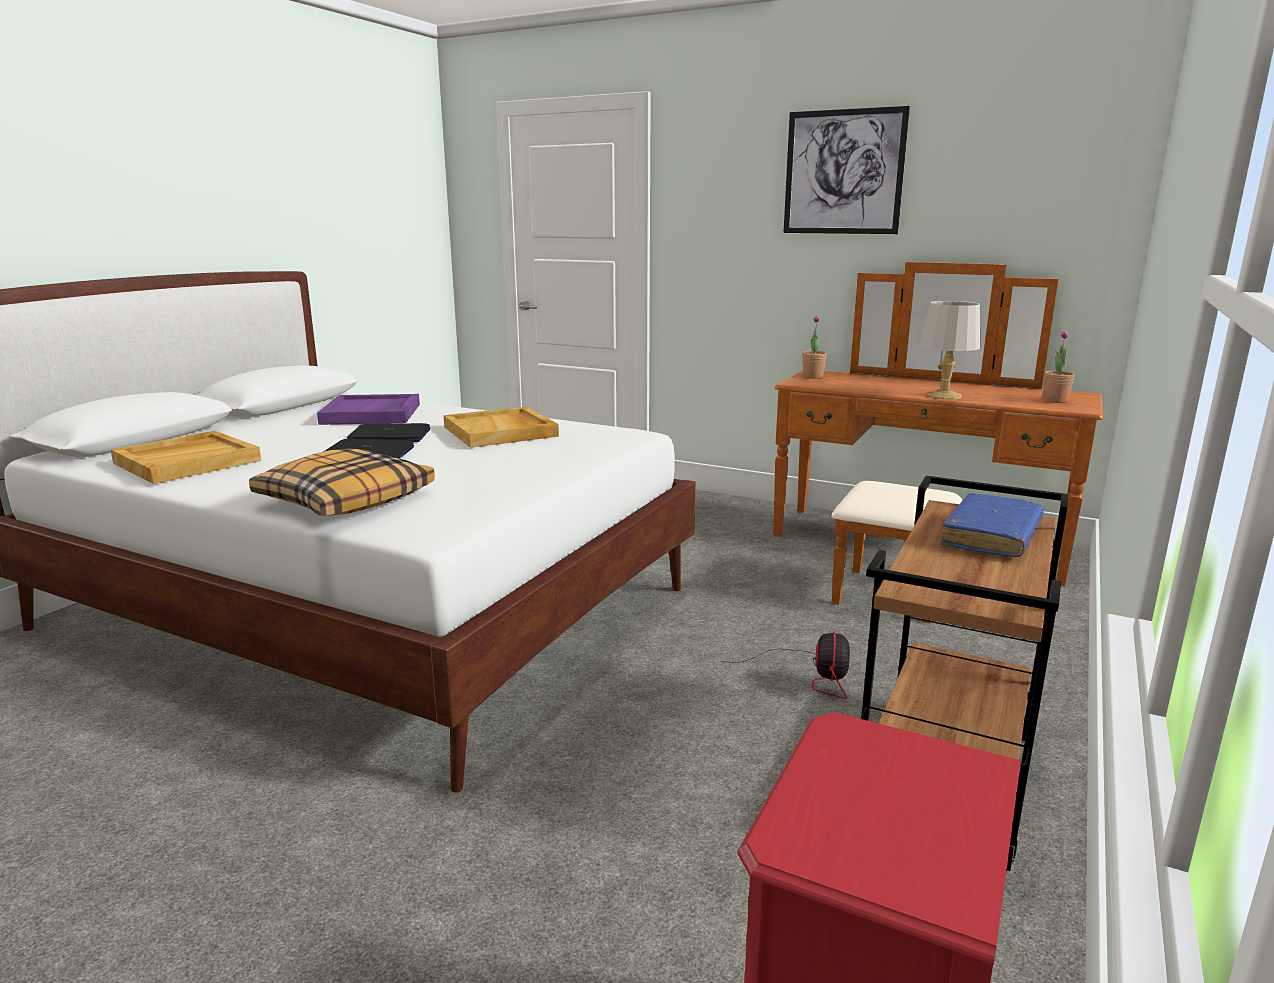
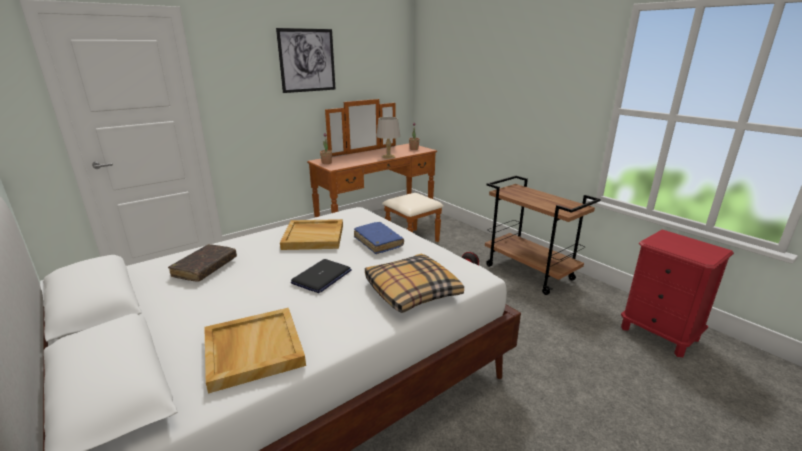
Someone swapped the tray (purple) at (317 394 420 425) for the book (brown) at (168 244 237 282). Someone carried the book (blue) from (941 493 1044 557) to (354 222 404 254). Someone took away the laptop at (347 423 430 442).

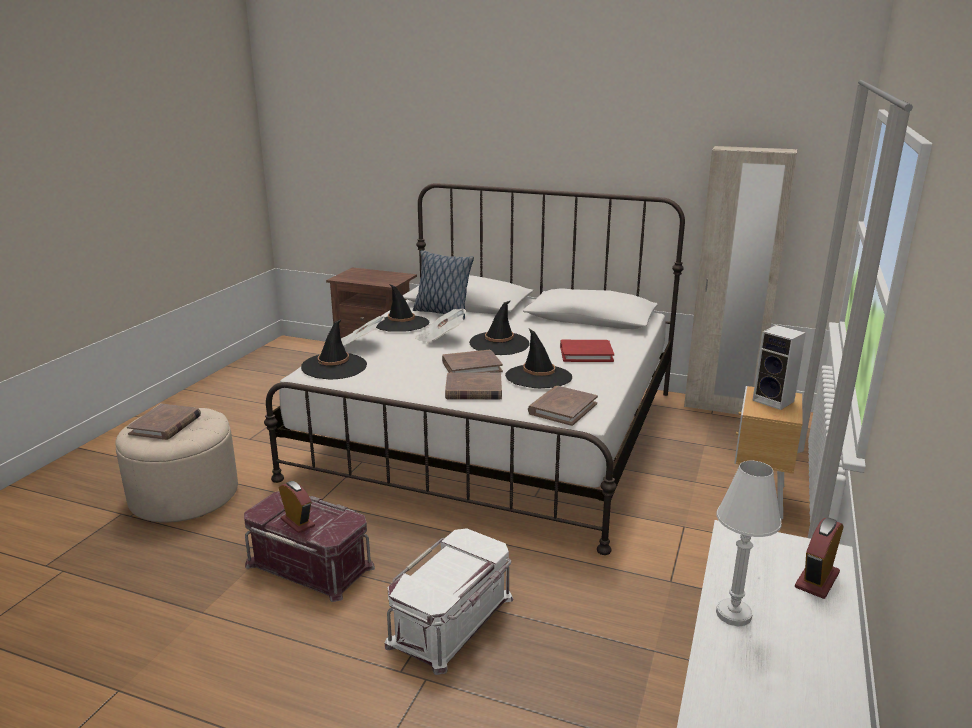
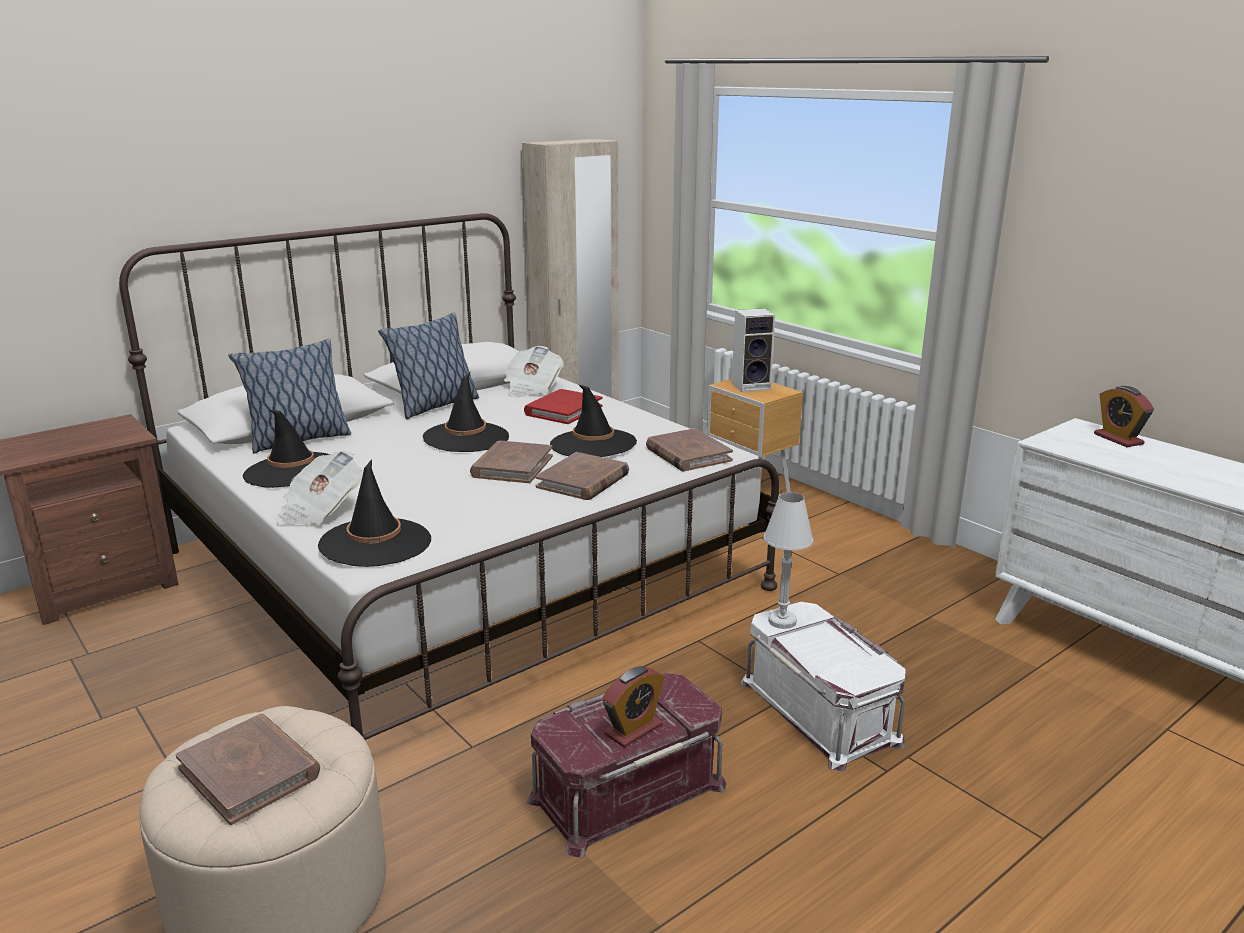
Someone put down the pillow at (378 313 479 419). Someone carried the newspaper from (415 309 466 344) to (504 346 564 397). Someone rotated the alarm clock at (279 481 315 533) by 150 degrees clockwise. Someone carried the table lamp (white) from (716 461 782 627) to (763 492 813 629).

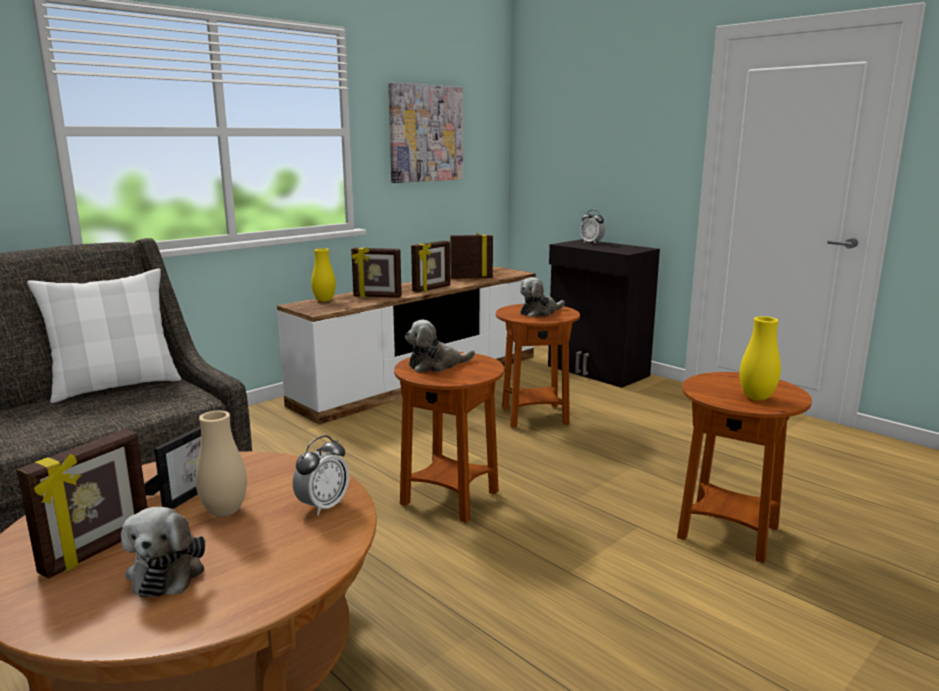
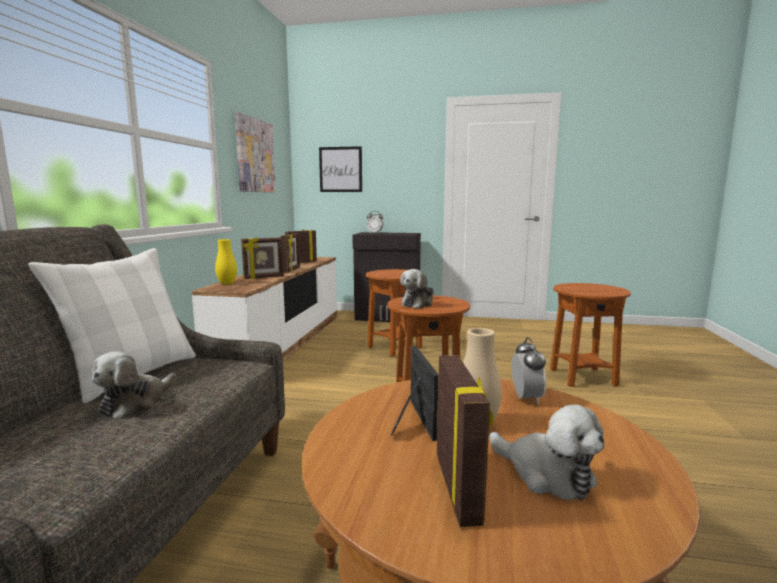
Someone carried the plush toy from (520 277 565 317) to (92 351 176 419). Someone put up the picture at (319 146 362 192). Someone took away the vase (yellow) at (739 316 781 400).

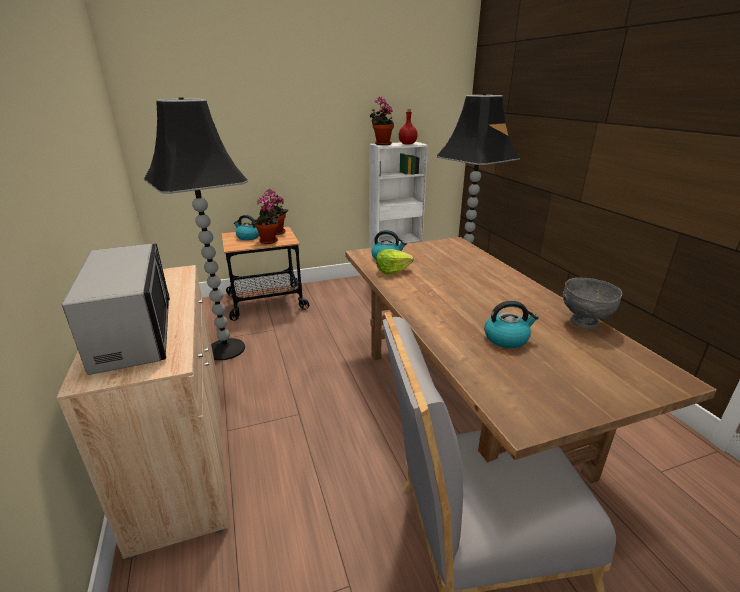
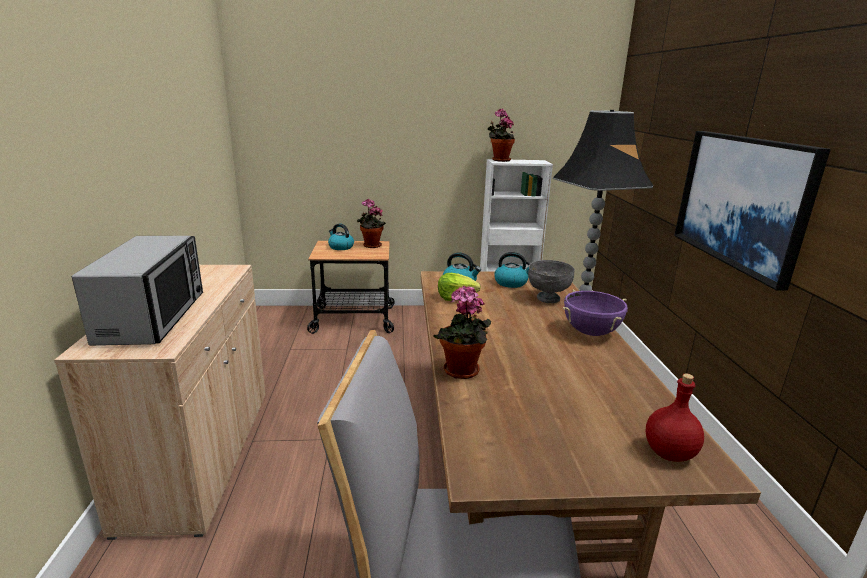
Someone carried the potted plant from (251 196 280 244) to (433 285 491 379). Someone carried the kettle from (484 301 539 348) to (494 252 530 288). Someone carried the bowl (grey) from (563 278 622 330) to (528 260 575 303). Someone put down the cooking pot (purple) at (563 290 628 336). Someone carried the bottle (red) from (399 109 418 145) to (646 373 704 462). Someone put up the picture at (674 131 831 291). Someone took away the floor lamp (black) at (144 98 248 360).

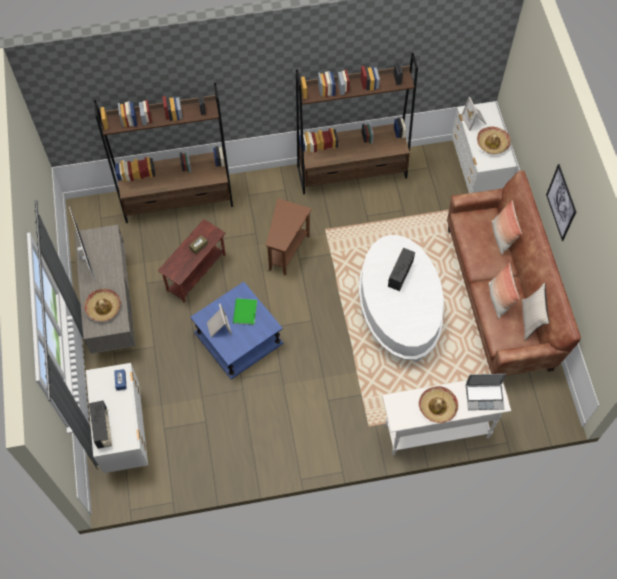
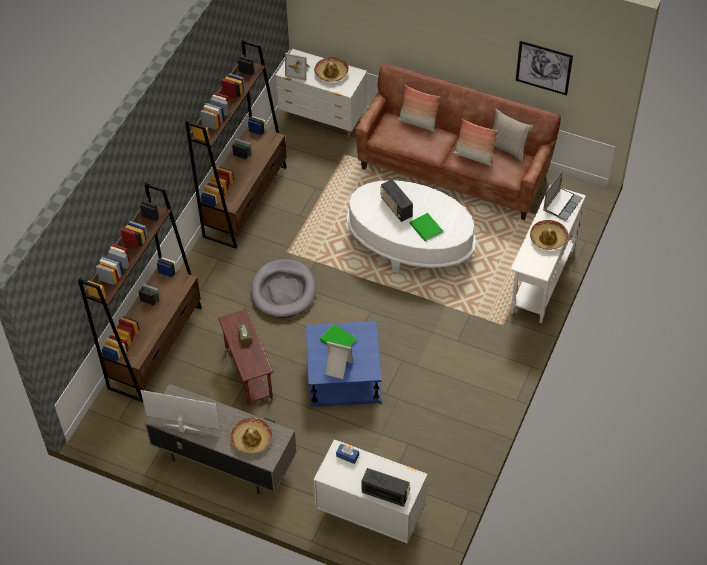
Someone swapped the side table (brown) at (266 198 312 276) for the dog bed (grey) at (251 259 316 318). Someone put down the book (green) at (410 213 443 241). Someone carried the picture from (546 164 577 241) to (516 40 573 95).

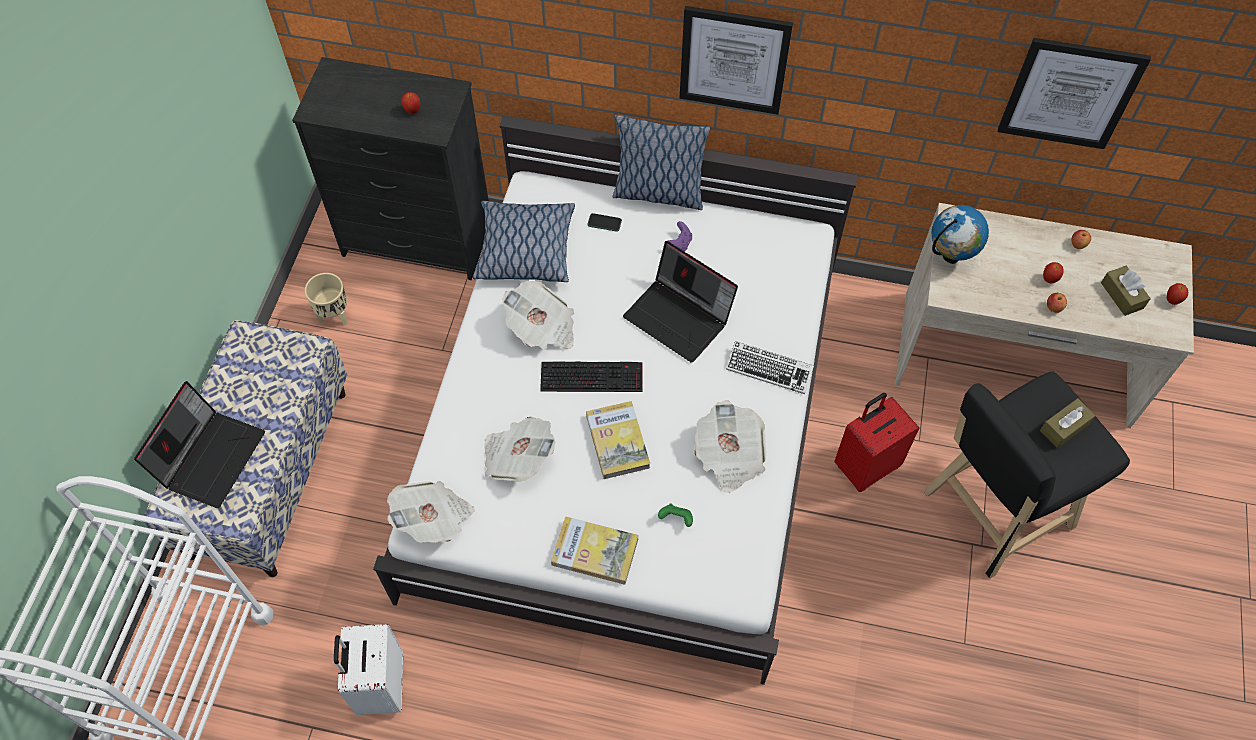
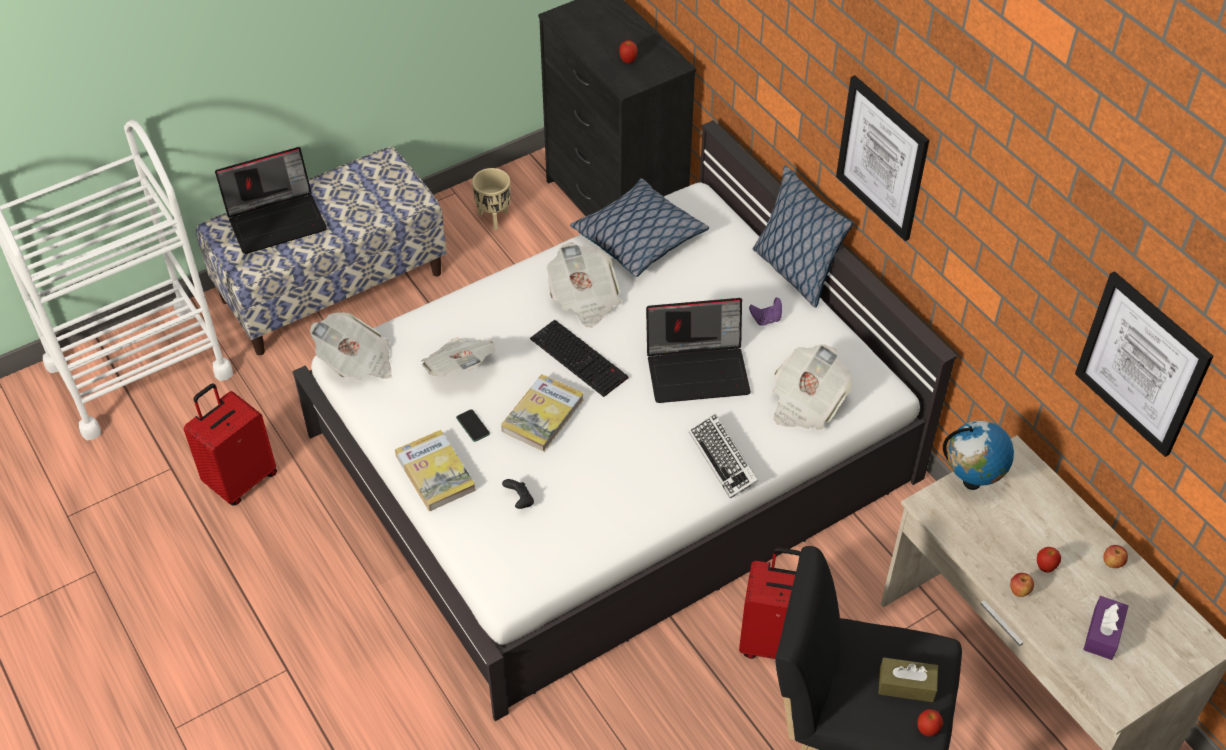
Someone repainted the suitcase (white) at (334 624 403 715), which became the suitcase (red) at (184 383 277 506). Someone carried the phone from (587 213 622 232) to (456 409 490 442). Someone repainted the game controller (green) at (658 503 693 527), which became the game controller (black) at (502 479 534 509). Someone rotated the laptop at (623 241 738 363) by 90 degrees counterclockwise. Someone carried the newspaper from (694 400 766 493) to (772 344 852 430). Someone carried the apple from (1167 283 1188 305) to (917 709 943 737). Someone repainted the tissue box (brown) at (1101 266 1151 316), which became the tissue box (purple) at (1083 596 1128 660).

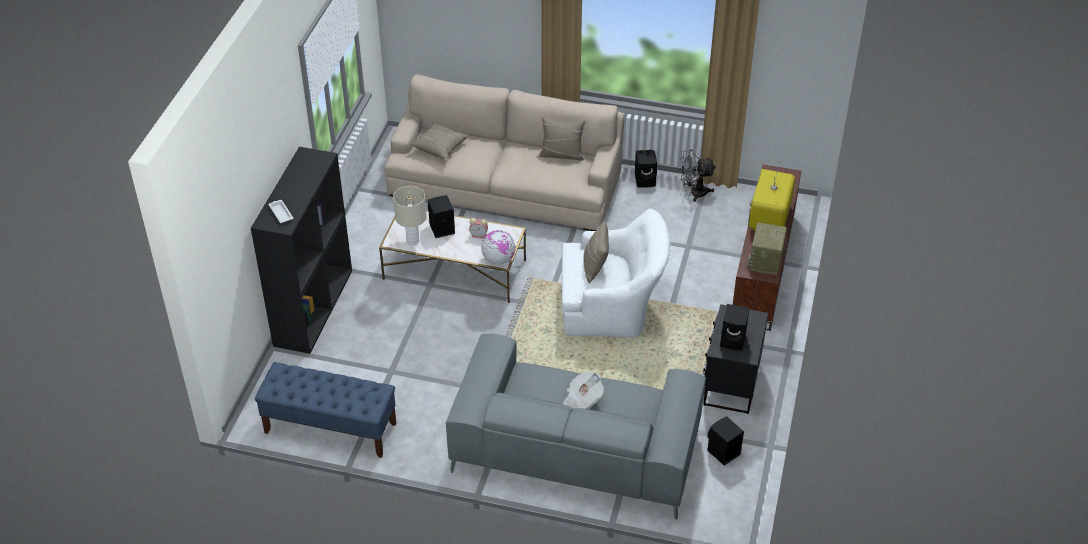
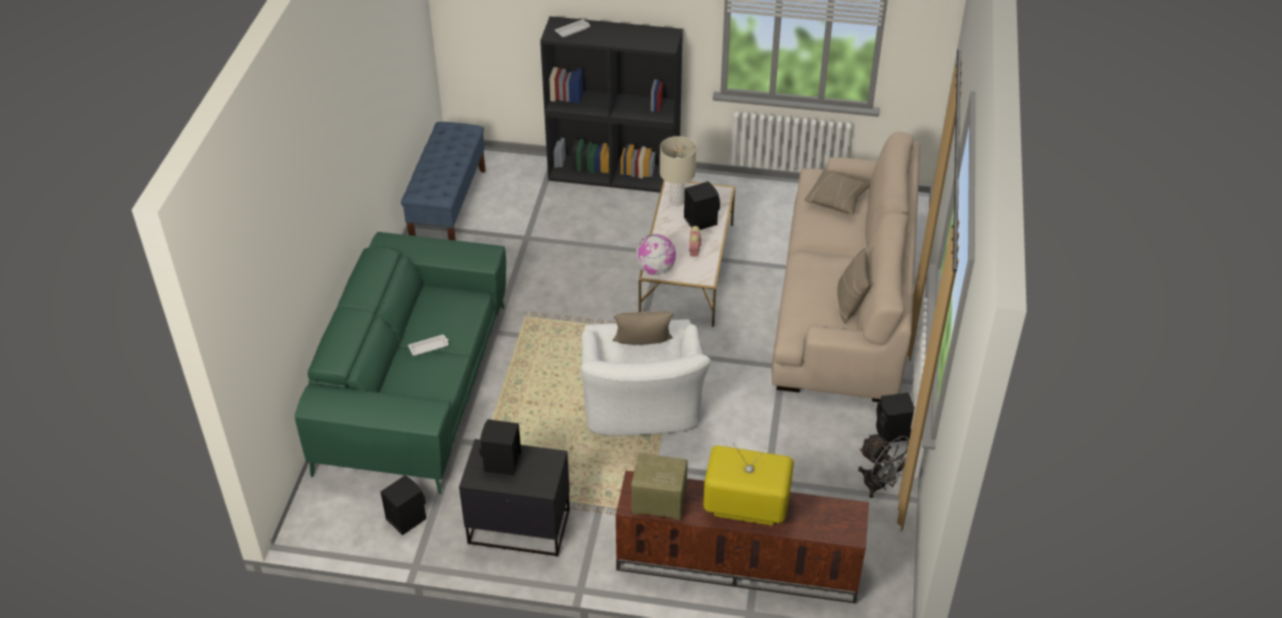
Someone repainted the sofa (grey) at (446 334 706 520), which became the sofa (green) at (295 232 506 494). Someone swapped the newspaper at (563 372 604 409) for the tray (white) at (408 335 449 356). Someone rotated the fan (grey) at (680 149 716 202) by 150 degrees clockwise.

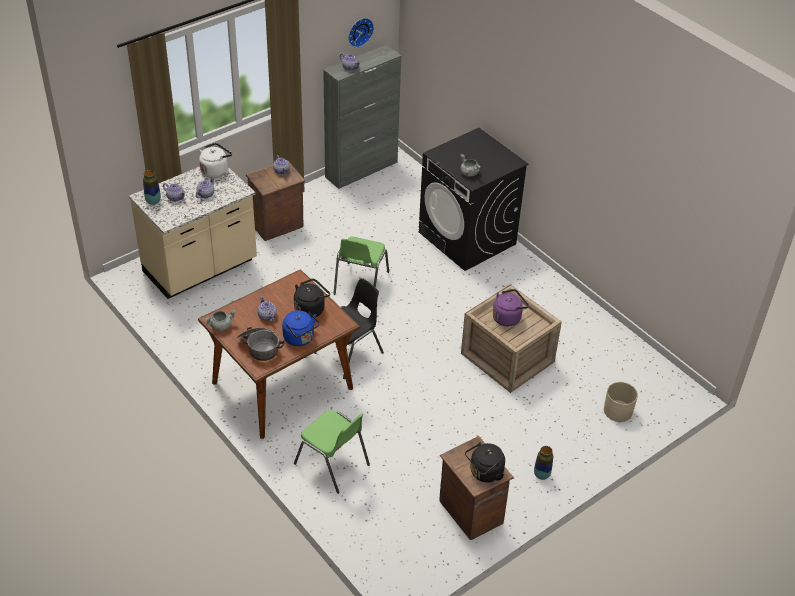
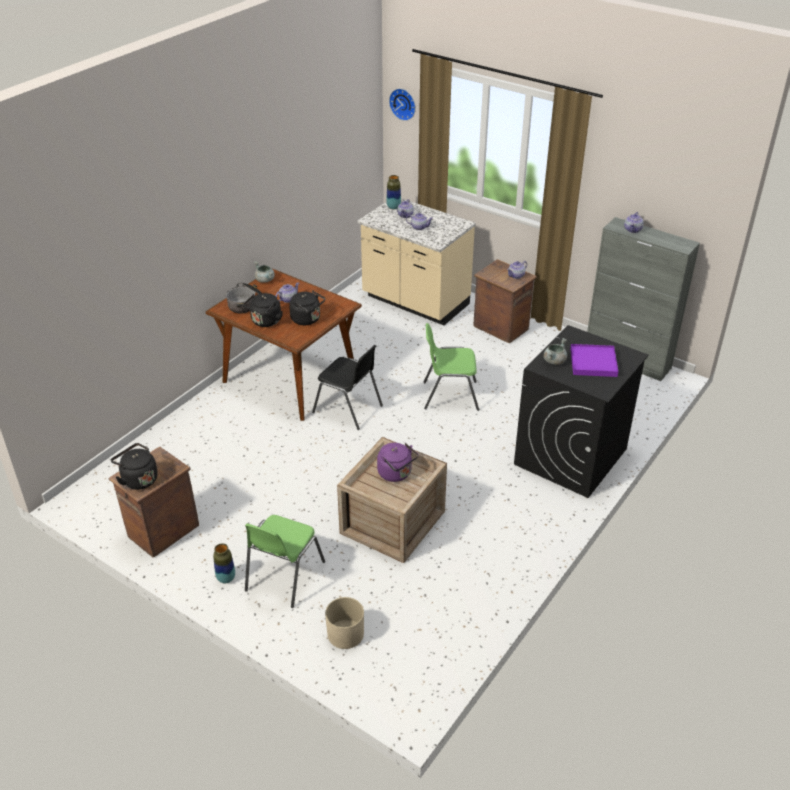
Someone repainted the kettle (blue) at (282 310 320 346), which became the kettle (black) at (244 293 283 327). Someone carried the chair (green) from (294 410 370 494) to (245 515 325 608). Someone carried the wall clock from (348 18 374 48) to (389 88 416 121). Someone put down the tray (purple) at (570 344 619 377). Someone took away the kettle (white) at (199 143 232 178).

